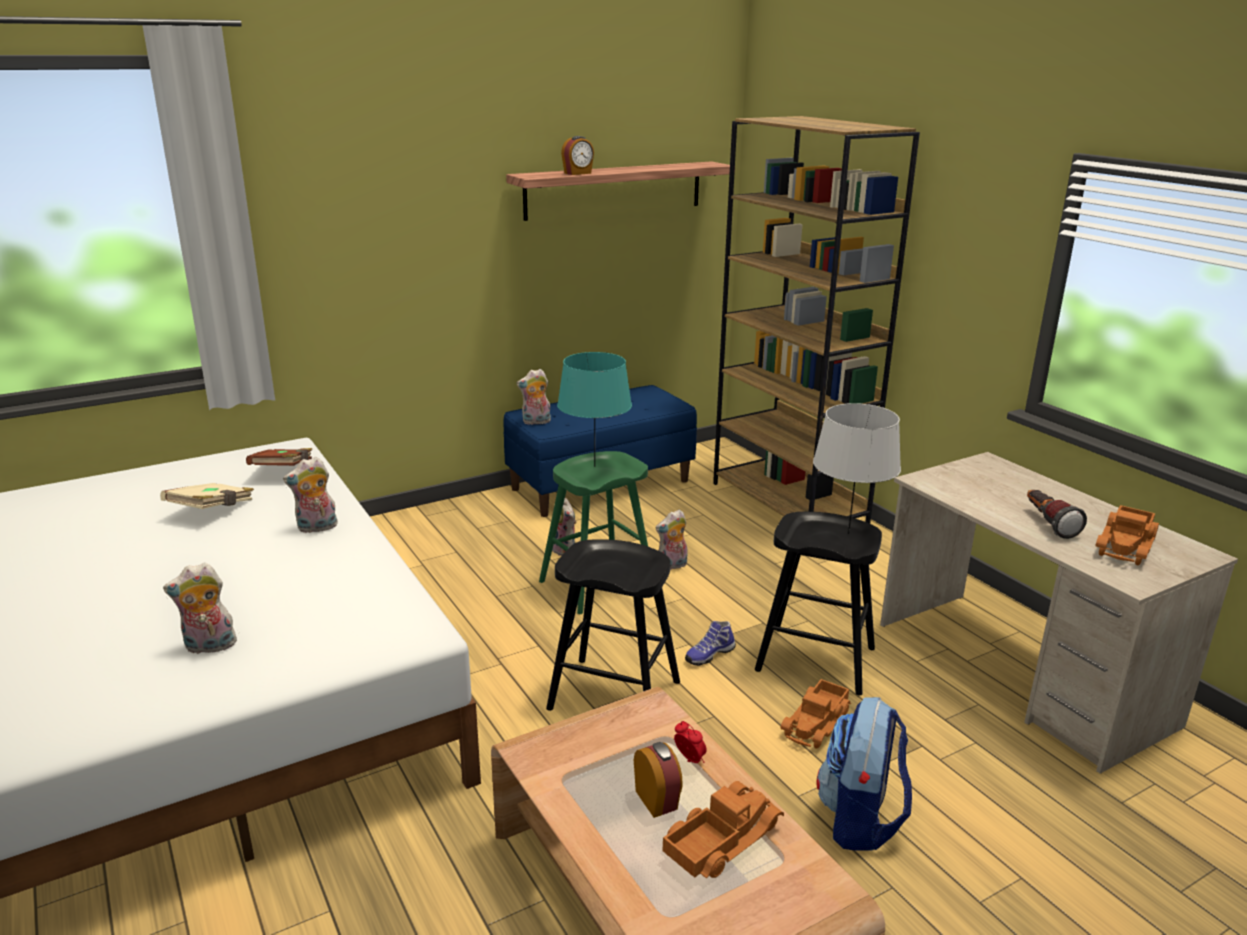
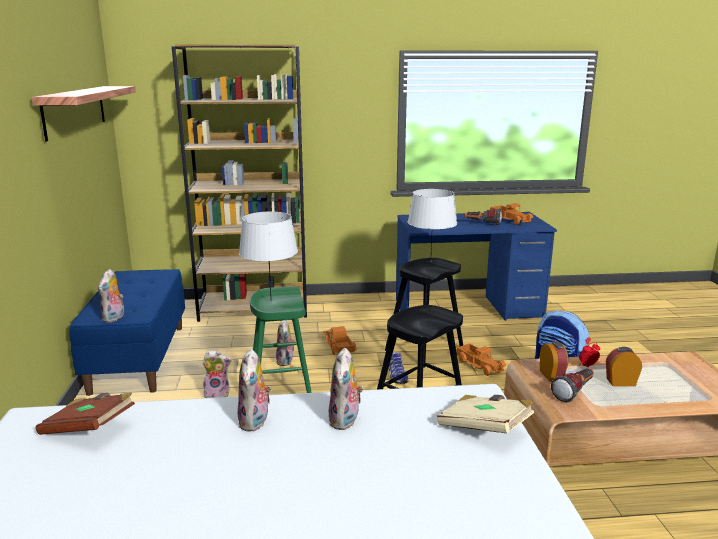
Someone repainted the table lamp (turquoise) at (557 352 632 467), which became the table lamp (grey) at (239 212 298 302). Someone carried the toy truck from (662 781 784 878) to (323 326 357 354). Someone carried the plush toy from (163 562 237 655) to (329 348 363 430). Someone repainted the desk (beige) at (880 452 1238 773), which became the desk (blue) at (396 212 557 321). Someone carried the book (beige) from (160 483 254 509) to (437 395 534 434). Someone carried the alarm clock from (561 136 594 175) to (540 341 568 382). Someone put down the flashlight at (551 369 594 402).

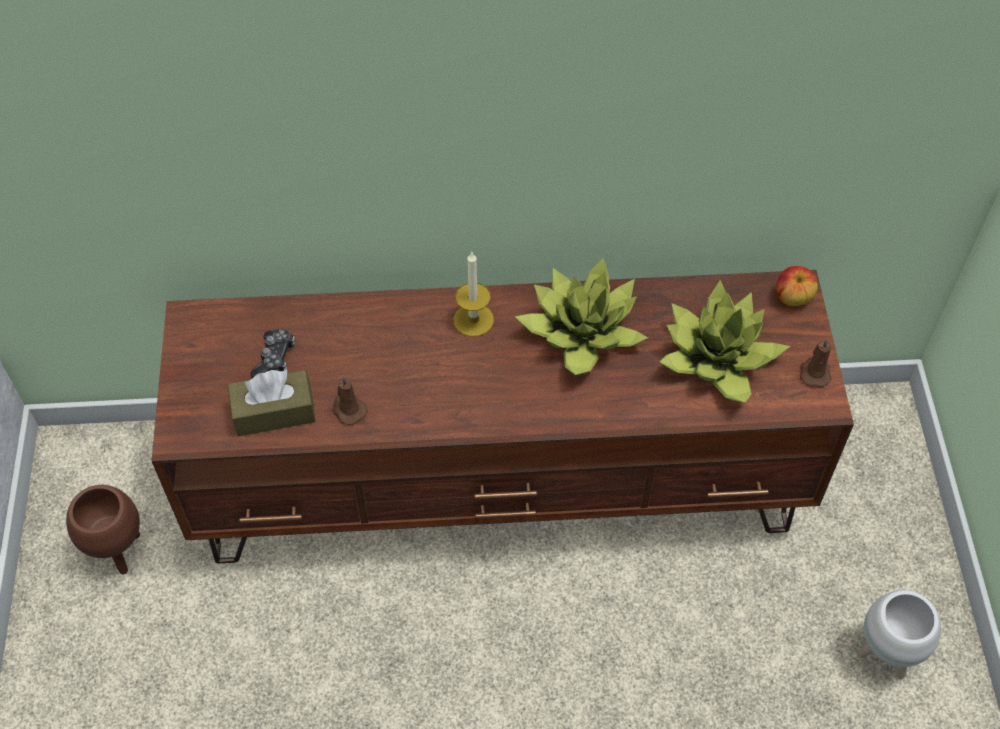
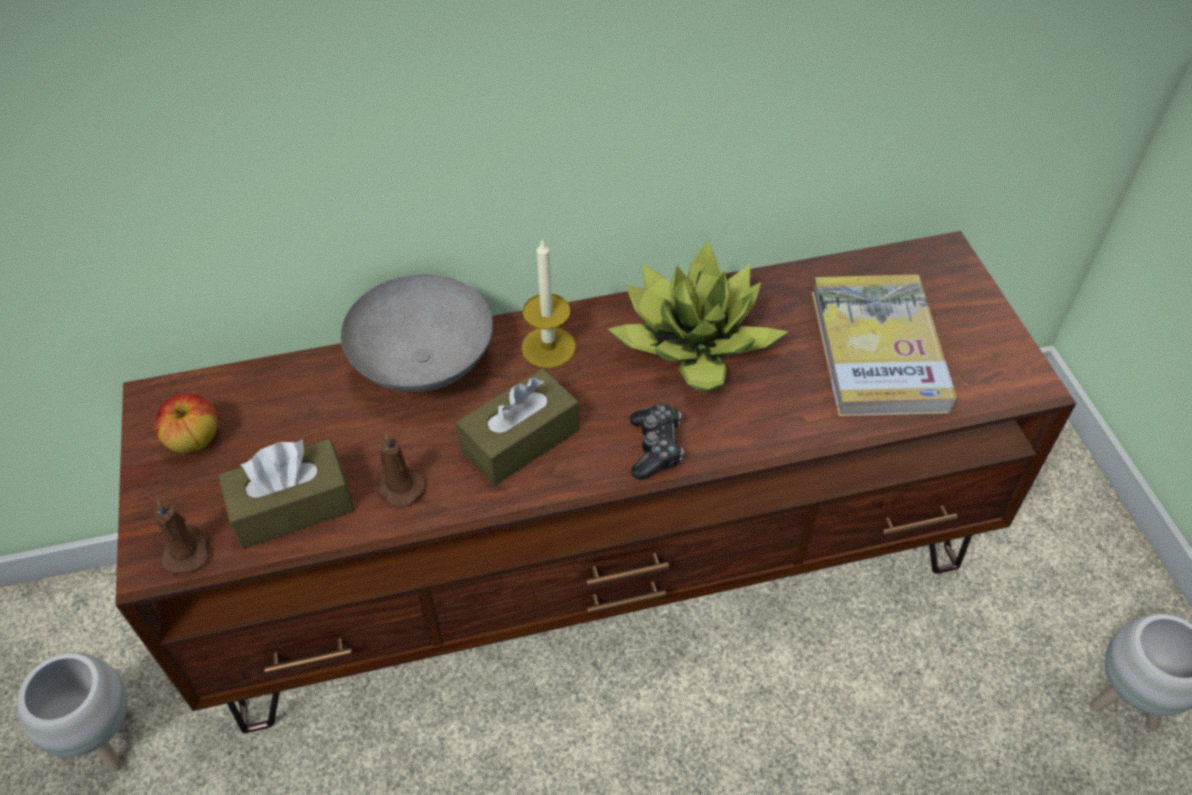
Someone repainted the planter (brown) at (66 485 140 575), which became the planter (white) at (17 653 135 772). Someone carried the apple from (776 266 818 306) to (154 394 218 453). Someone carried the candle (brown) from (800 338 832 387) to (154 500 210 574). Someone put down the bowl (grey) at (341 274 493 392). Someone put down the tissue box (brown) at (456 368 579 486). Someone carried the game controller from (250 328 295 378) to (630 403 684 480). Someone swapped the potted plant at (660 280 790 403) for the book at (812 274 957 417).

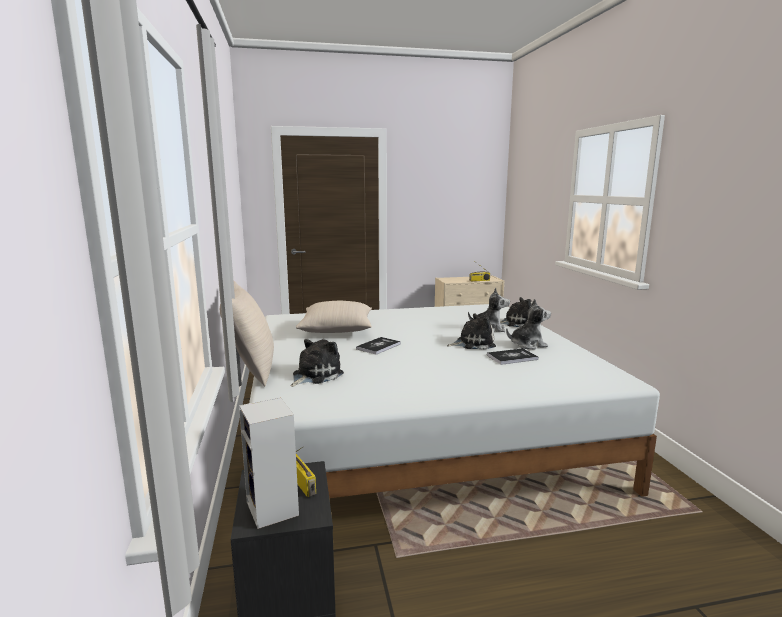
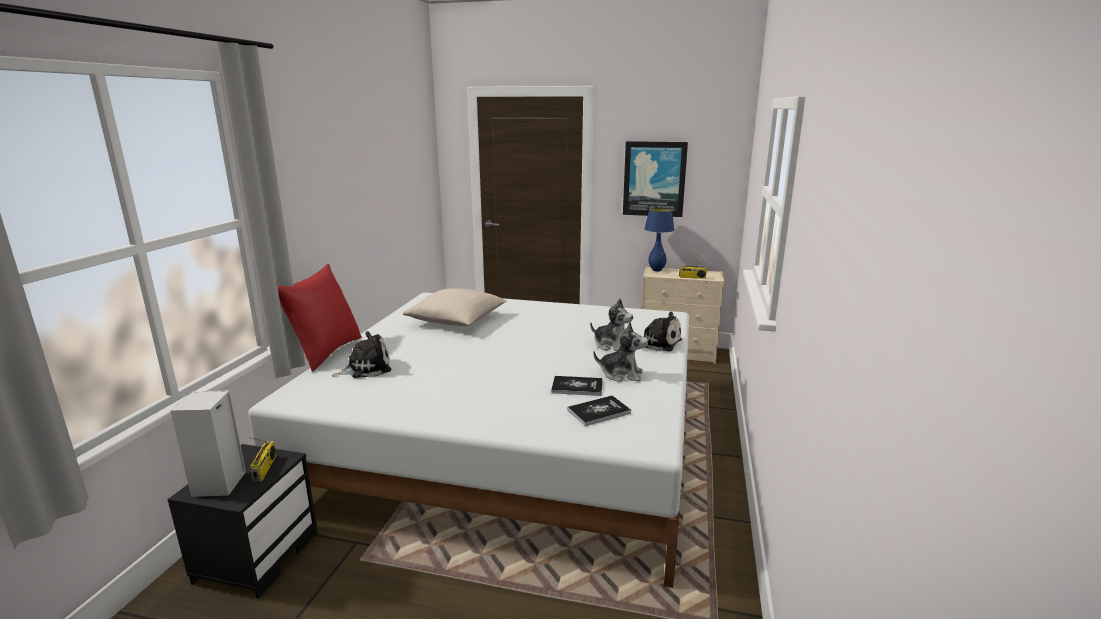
Someone repainted the pillow (beige) at (220 281 274 386), which became the pillow (red) at (277 264 362 372). Someone carried the book from (356 337 401 355) to (567 395 631 426). Someone put up the picture at (623 141 688 217). Someone put down the table lamp (blue) at (644 208 674 271). Someone took away the plush toy at (447 313 496 350).

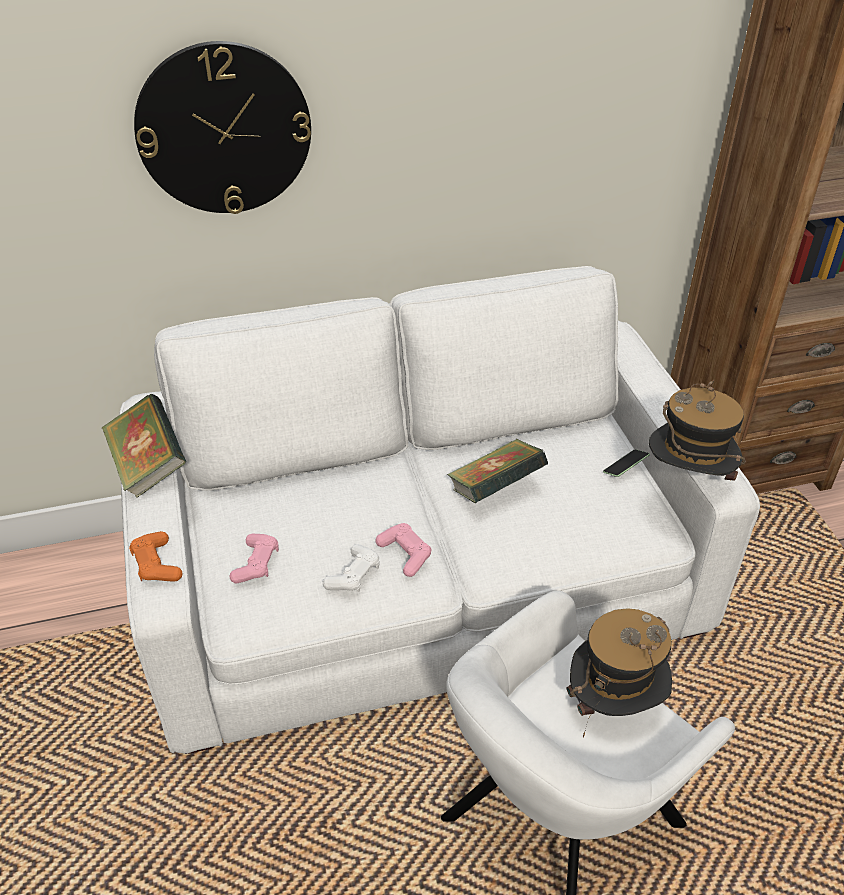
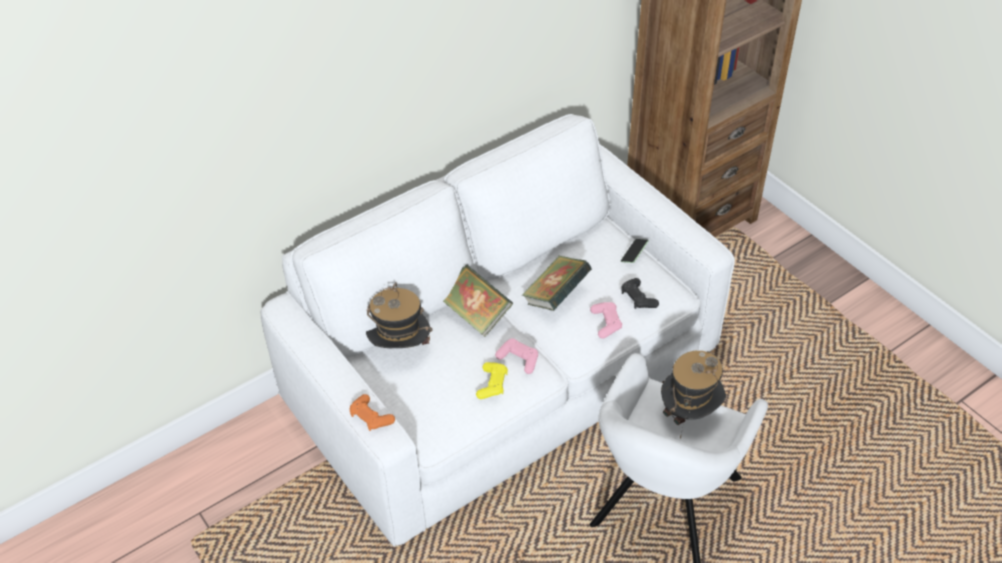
Someone carried the hat from (649 380 746 481) to (366 282 433 348). Someone carried the book from (102 394 186 498) to (443 265 513 337). Someone repainted the game controller (white) at (323 544 380 592), which became the game controller (yellow) at (476 362 508 399). Someone carried the game controller (pink) from (229 534 279 583) to (590 302 622 339). Someone put down the game controller (black) at (621 278 659 309). Someone took away the wall clock at (134 41 311 214).

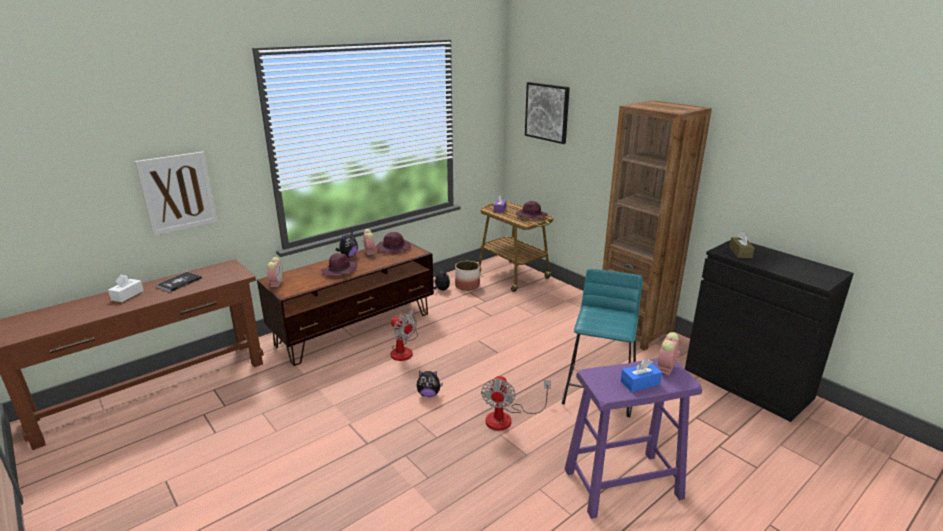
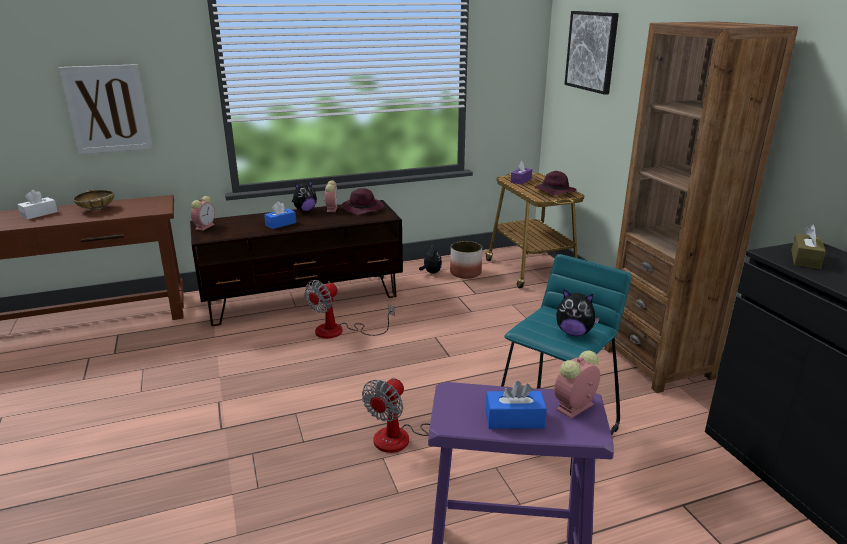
Someone swapped the book at (156 272 202 292) for the bowl (beige) at (73 190 114 211). Someone swapped the hat (purple) at (321 253 358 276) for the tissue box (blue) at (264 202 296 229). Someone rotated the fan at (391 310 418 361) by 60 degrees clockwise. Someone carried the plush toy from (417 371 443 397) to (556 289 600 336).

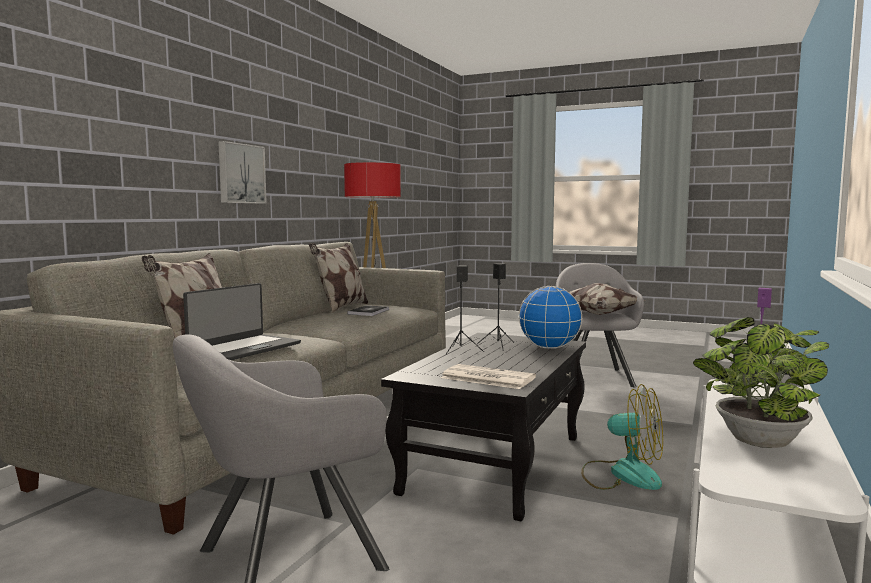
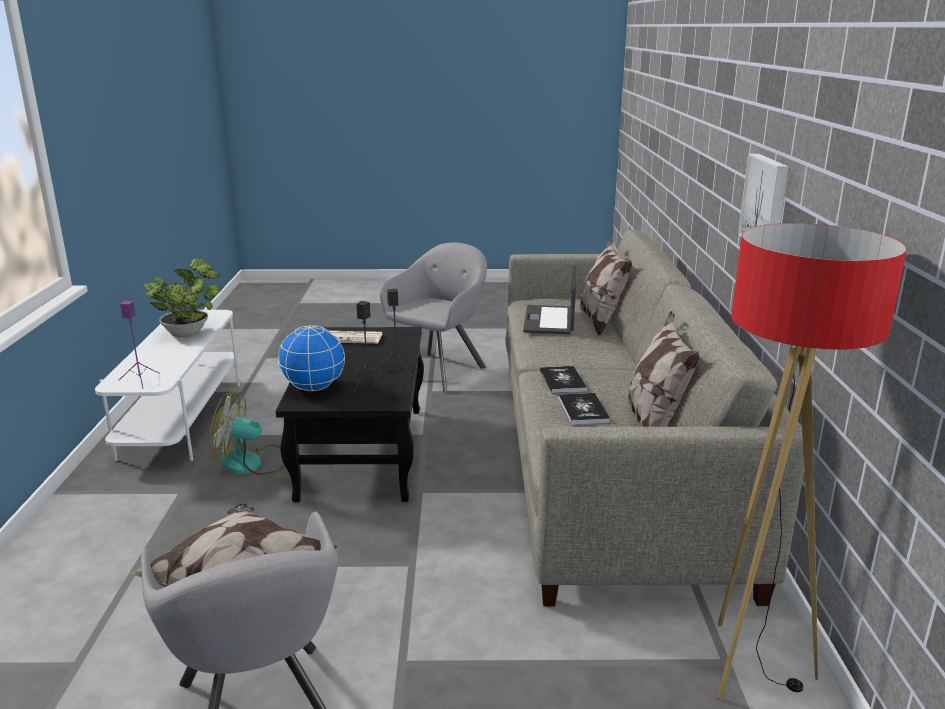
Someone put down the book at (540 366 587 393).

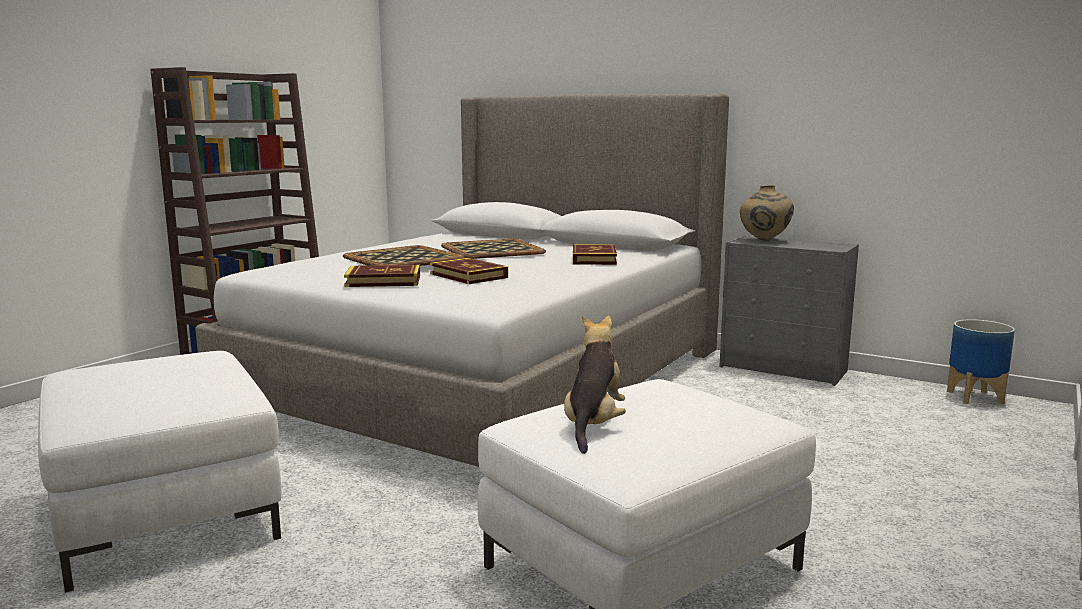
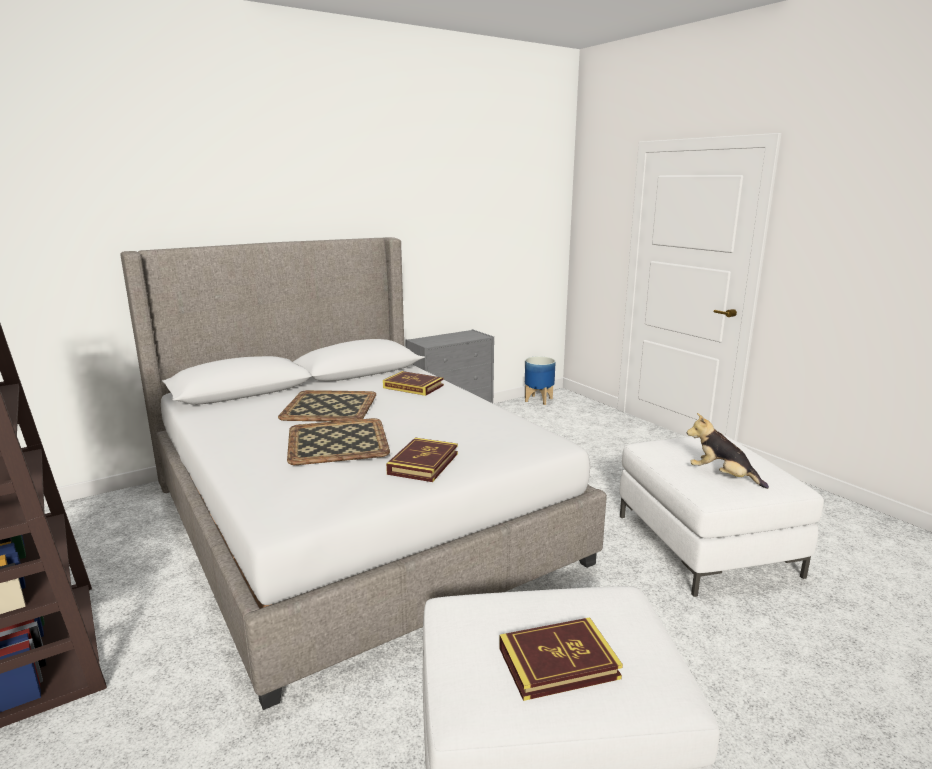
Someone carried the book from (430 258 508 284) to (499 617 623 701). Someone took away the vase (beige) at (740 185 794 241).

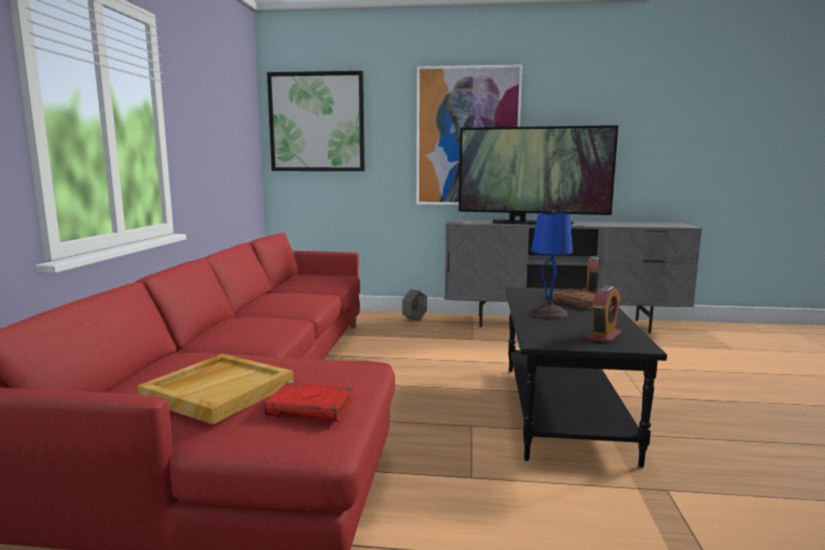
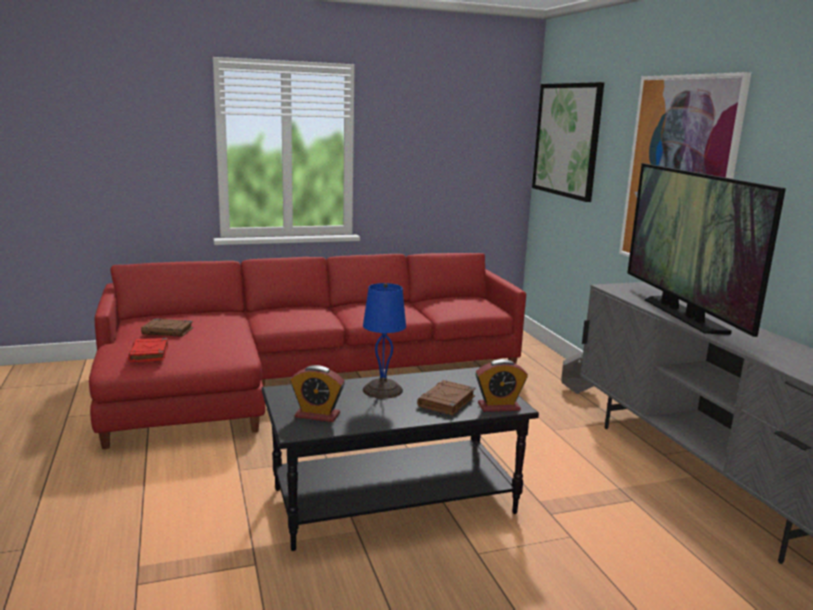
Someone swapped the tray (beige) at (138 354 293 425) for the book (brown) at (141 319 193 337).

